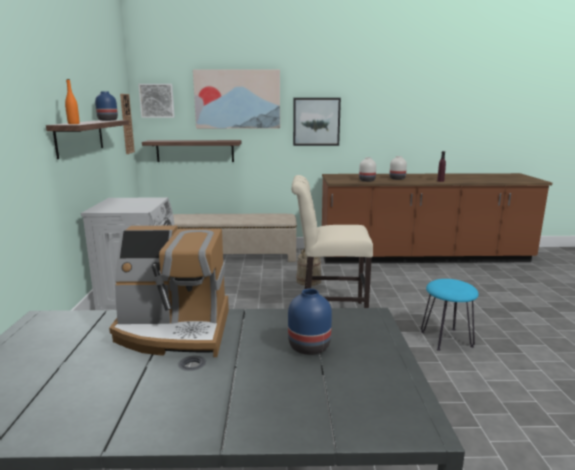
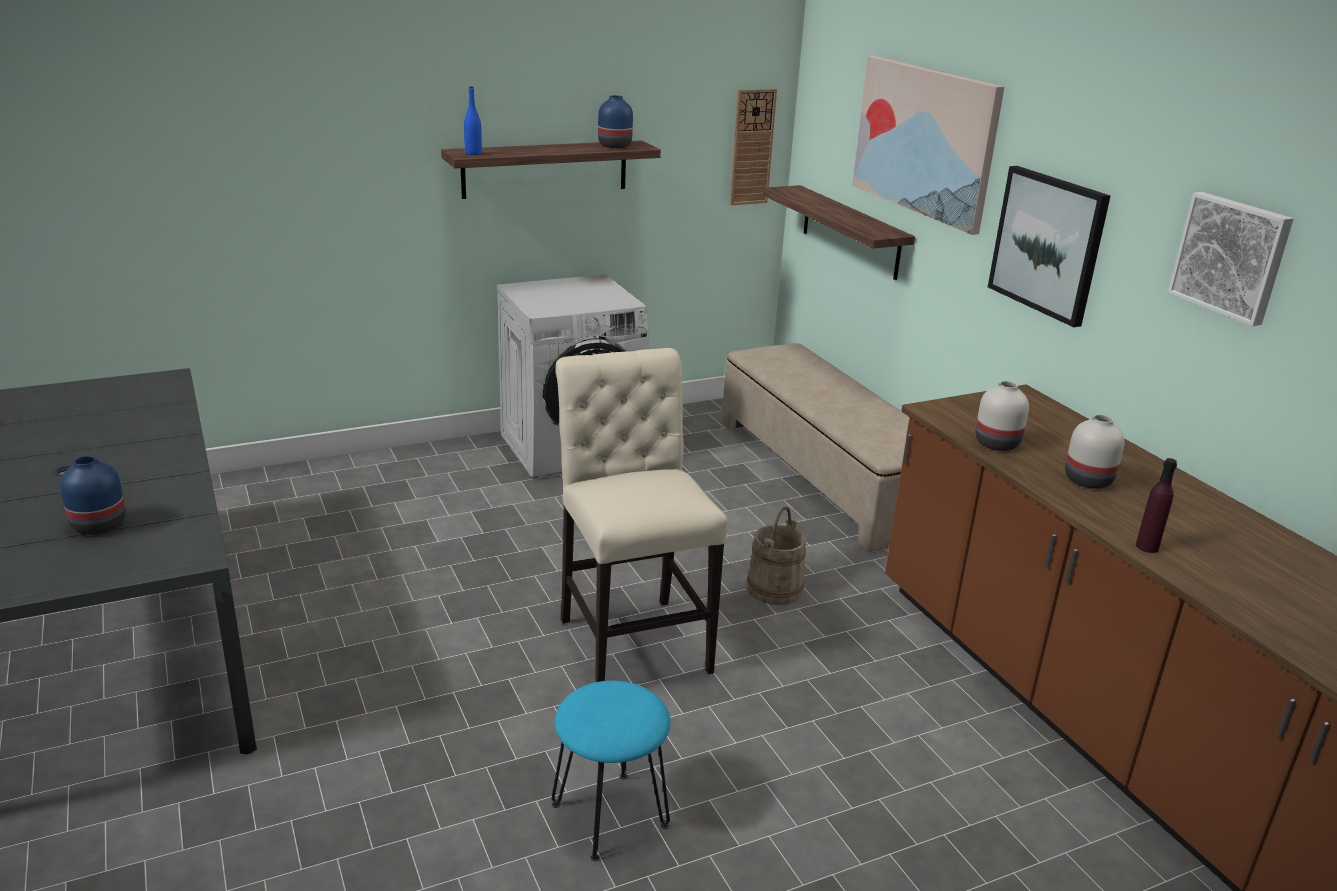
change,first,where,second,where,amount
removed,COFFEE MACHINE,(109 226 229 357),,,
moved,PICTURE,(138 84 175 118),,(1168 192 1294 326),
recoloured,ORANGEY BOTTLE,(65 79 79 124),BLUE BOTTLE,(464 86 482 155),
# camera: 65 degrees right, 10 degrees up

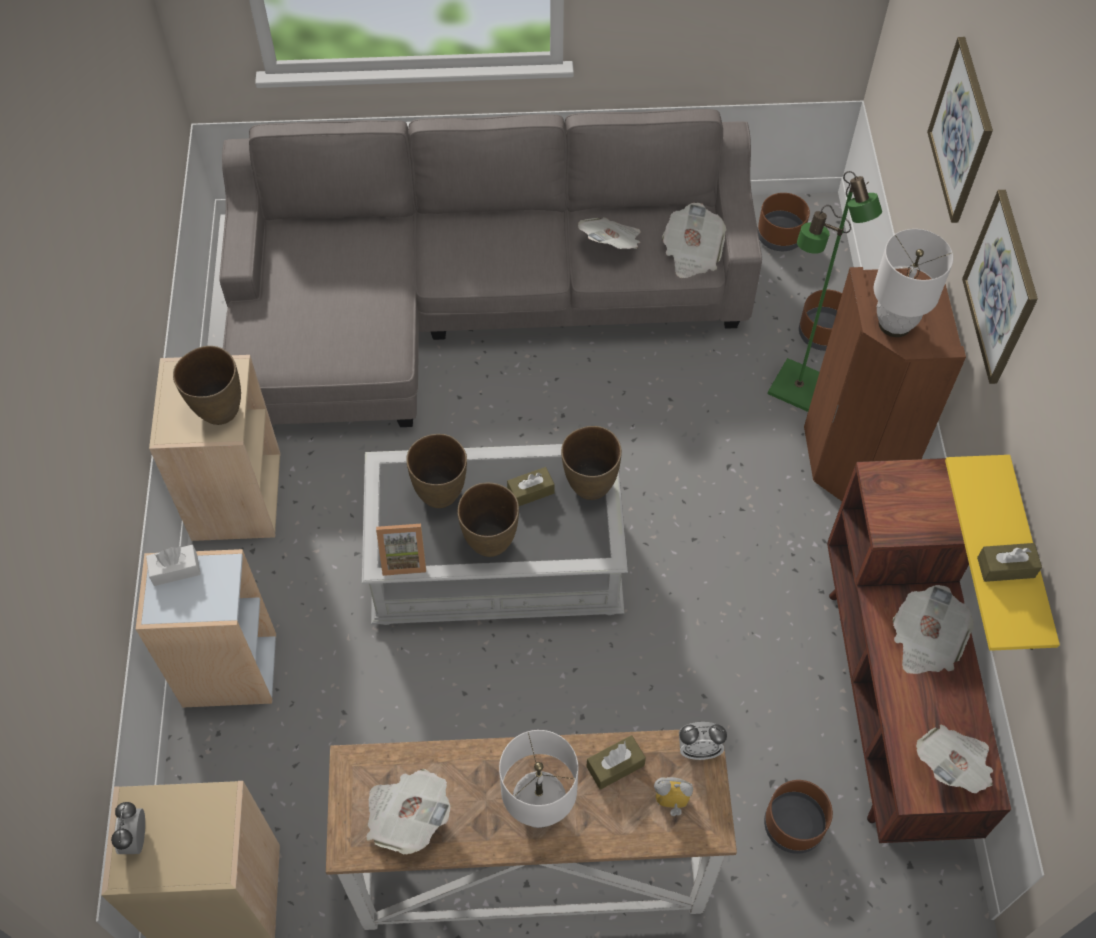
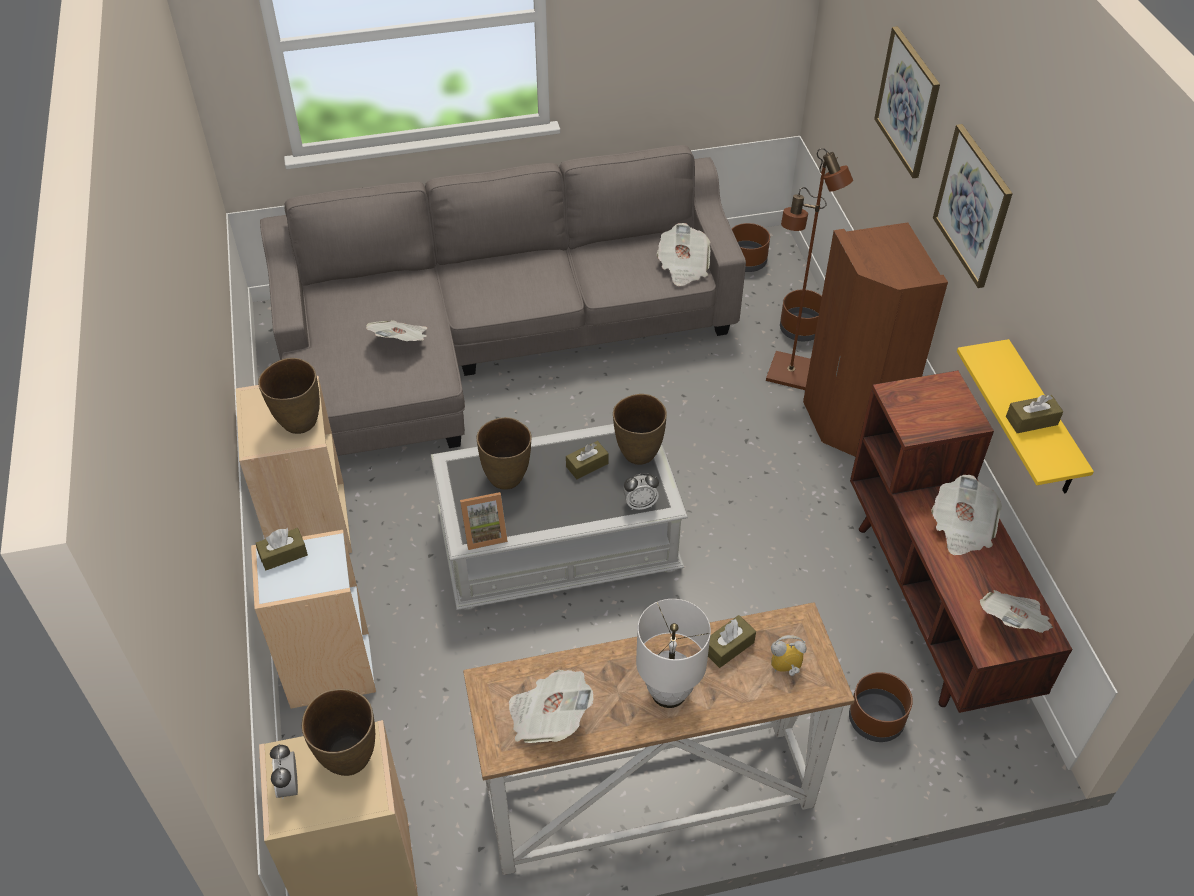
change,first,where,second,where,amount
removed,WHITISH LAMP FOR A TABLE,(874 229 953 337),,,
moved,BROWNISH FLOWER VASE,(458 483 519 557),,(302 689 375 776),
moved,NEWSPAPER,(578 217 641 249),,(366 320 427 341),
moved,ALARM CLOCK,(679 722 727 760),,(623 473 659 510),
recoloured,WHITISH TISSUE HOLDER,(146 545 201 586),BROWNISH TISSUE HOLDER,(256 528 308 570),
recoloured,GREEN-COLOURED STANDARD LAMP,(768 171 882 412),BROWNISH STANDARD LAMP,(766 148 853 390),
# camera: 10 degrees left, 10 degrees down

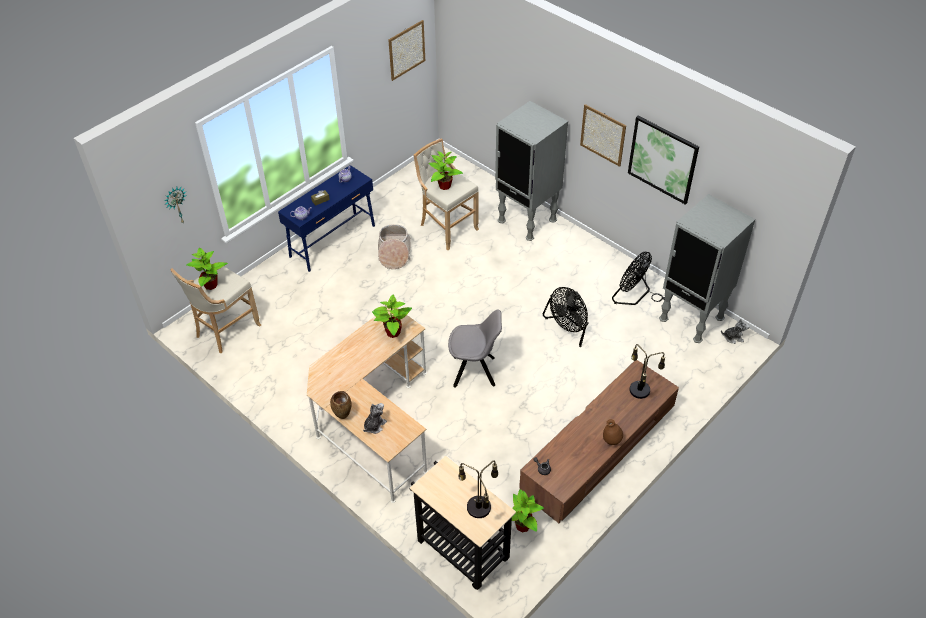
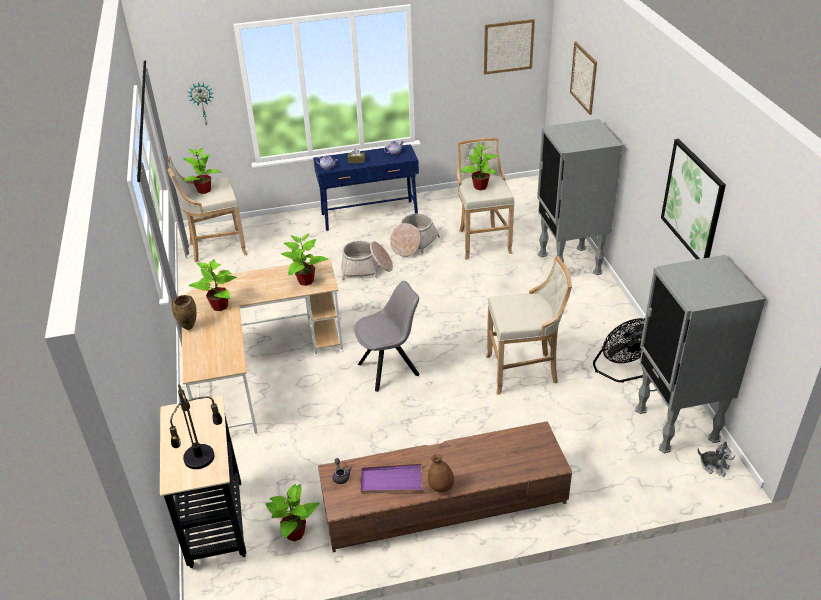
change,first,where,second,where,amount
removed,CUDDLY TOY,(363 403 387 434),,,
removed,LAMP FOR A TABLE,(629 344 665 399),,,
added,,,POTTED PLANT,(188 259 237 311),
added,,,HOUSEHOLD BASKET,(341 241 393 280),
added,,,PURPLISH CARRYING TRAY,(361 463 422 494),
moved,PICTURE,(580 104 626 167),,(570 41 597 115),
replaced,BLACK COOLING FAN,(543 287 588 347),SAND-COLOURED SITTING STOOL,(486 257 572 395),
turned,GREYISH UPRIGHT CHAIR,(448 309 502 387),,(355 281 420 392),60 degrees counterclockwise
# camera: 35 degrees right, 10 degrees down

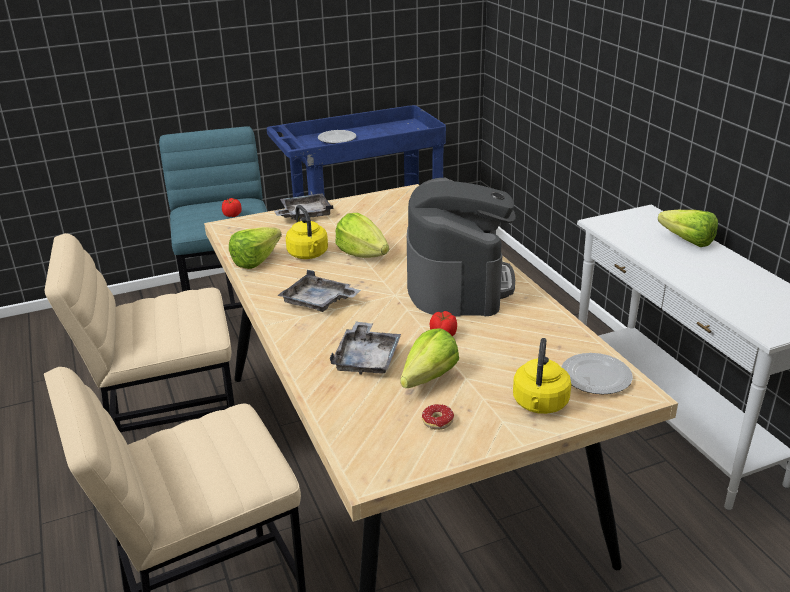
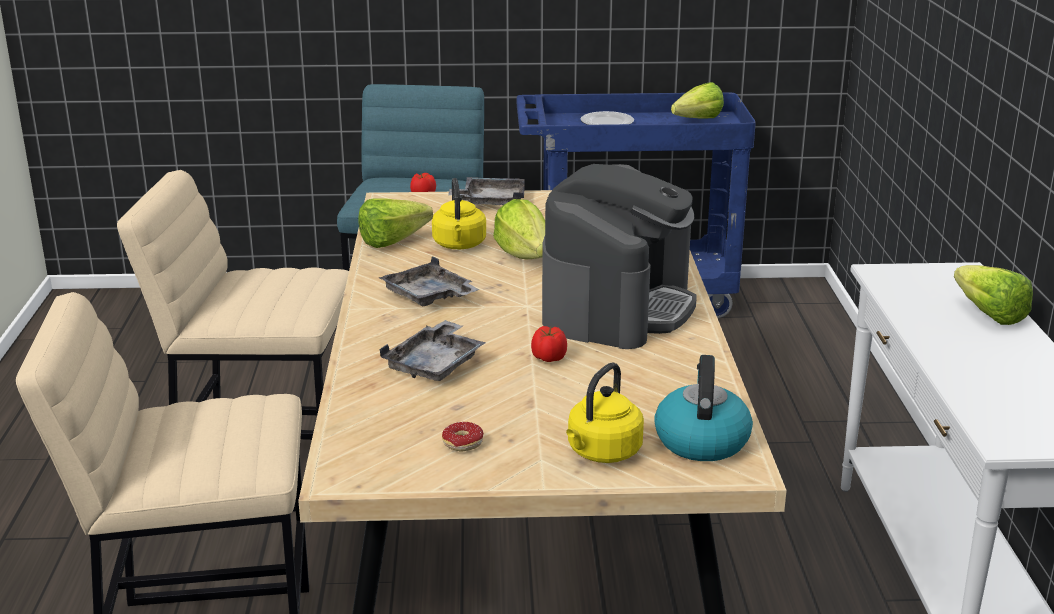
change,first,where,second,where,amount
moved,HEAD OF LETTUCE,(400 328 459 388),,(671 82 724 119),
replaced,DINNER PLATE,(562 353 633 394),TEA KETTLE,(654 355 753 461),
# camera: 20 degrees right, 5 degrees down

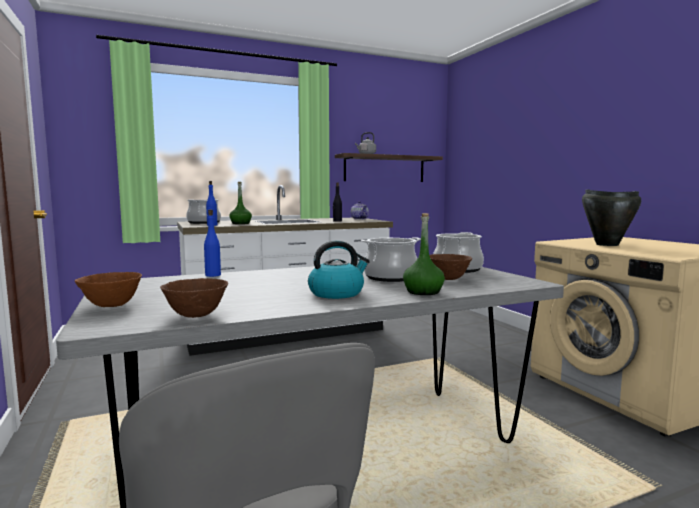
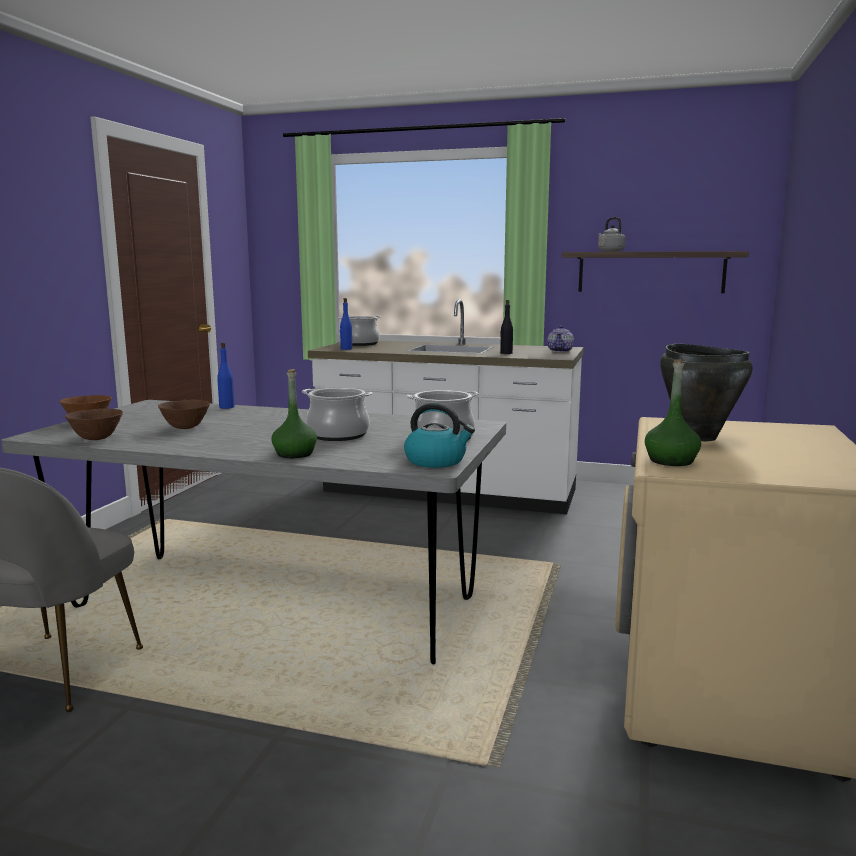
change,first,where,second,where,amount
moved,GREEN-COLOURED BOTTLE,(229 182 252 224),,(645 359 701 466),
moved,TEA KETTLE,(308 241 370 299),,(404 403 475 468),
moved,BROWNISH BOWL,(429 254 472 280),,(158 400 210 429),
# camera: 40 degrees right, 5 degrees up

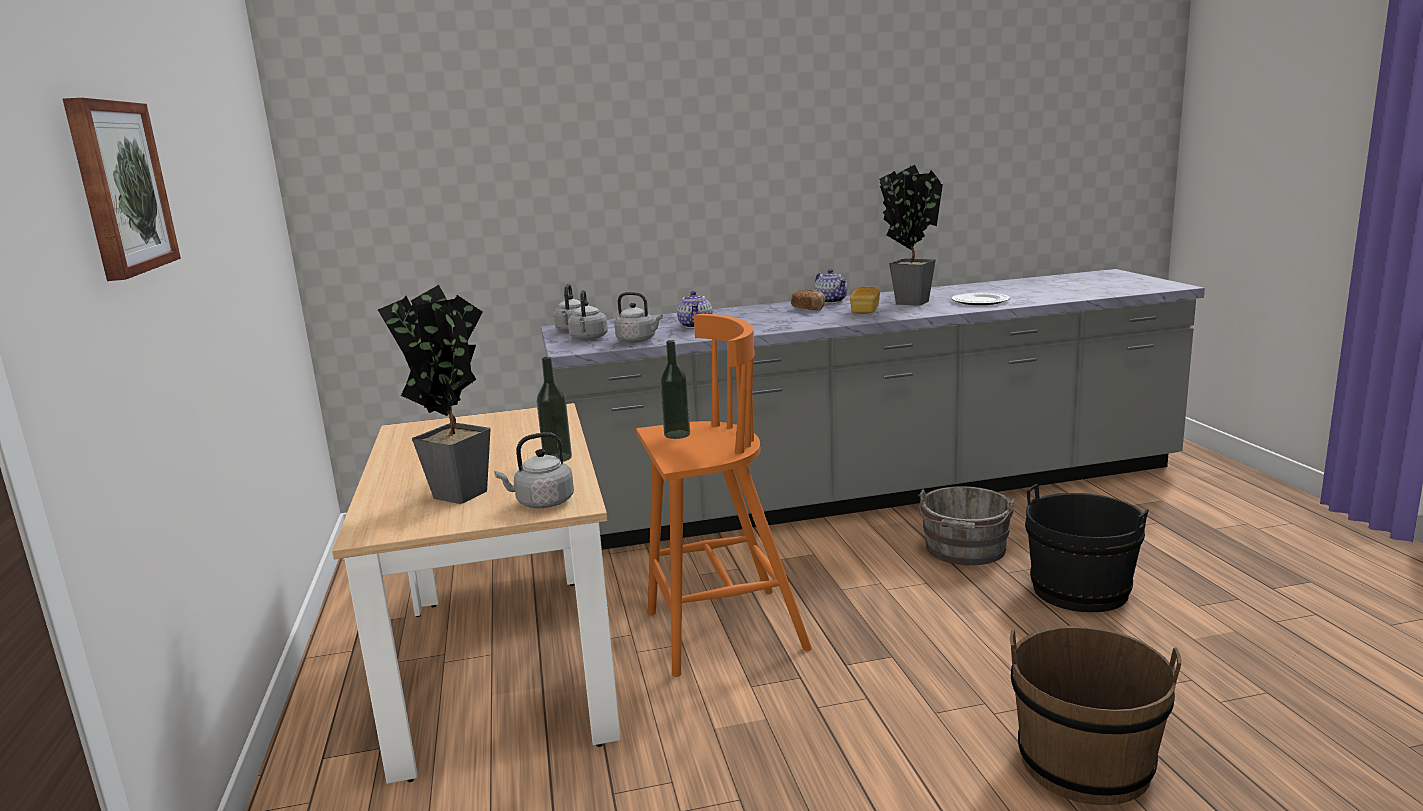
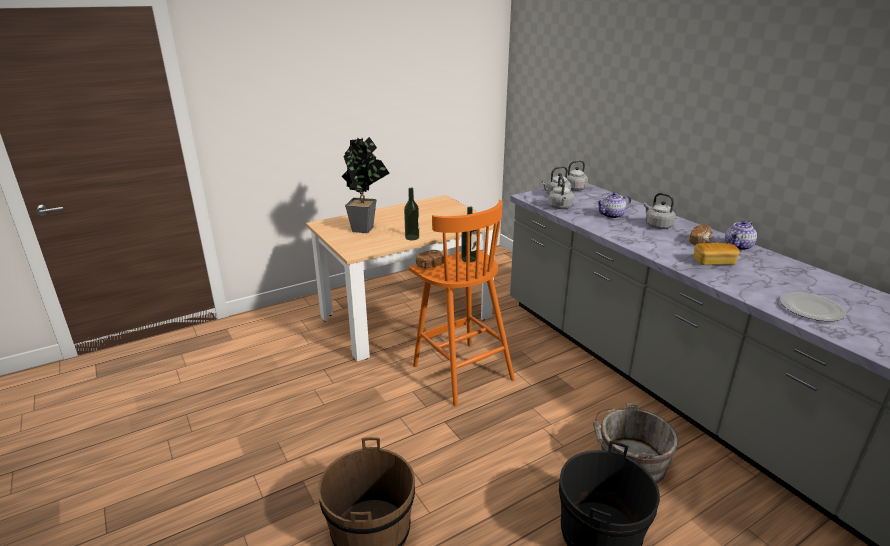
change,first,where,second,where,amount
removed,PICTURE,(63 98 181 281),,,
removed,POTTED PLANT,(879 165 943 306),,,
added,,,BREAD,(416 250 444 269),
moved,GREYISH TEA KETTLE,(494 432 574 508),,(643 193 676 229),
# camera: 70 degrees right, 10 degrees up

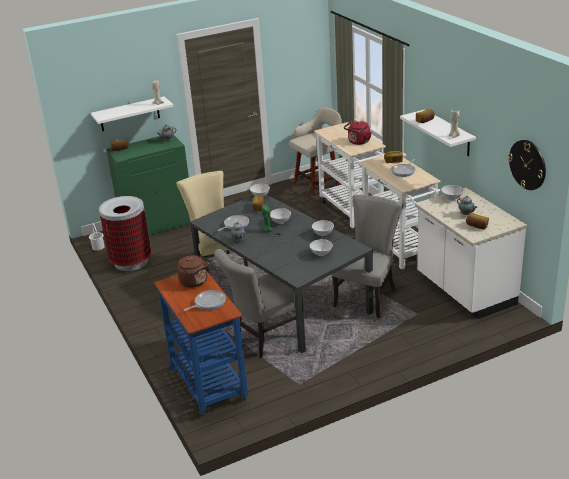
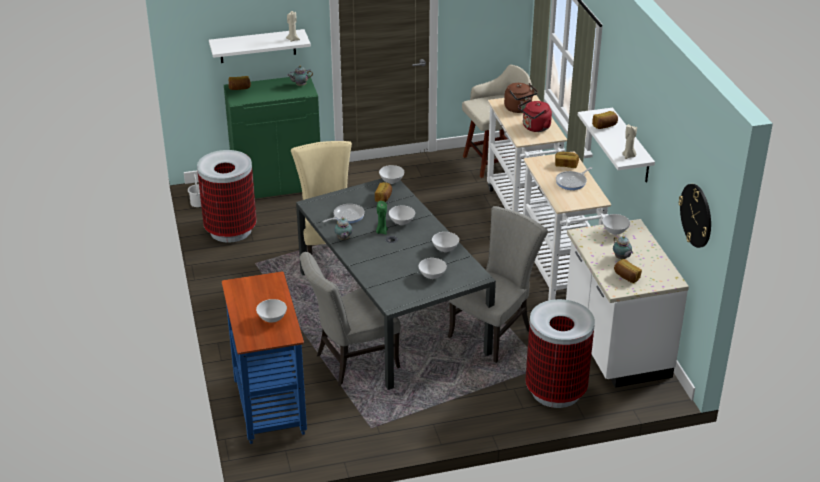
change,first,where,second,where,amount
added,,,TRASH CAN,(525 299 595 408),
moved,BROWNISH TEA KETTLE,(177 255 211 288),,(504 83 538 113),
replaced,SKILLET,(184 290 226 311),WHITISH BOWL,(256 299 287 323),
# camera: 10 degrees right, 5 degrees up

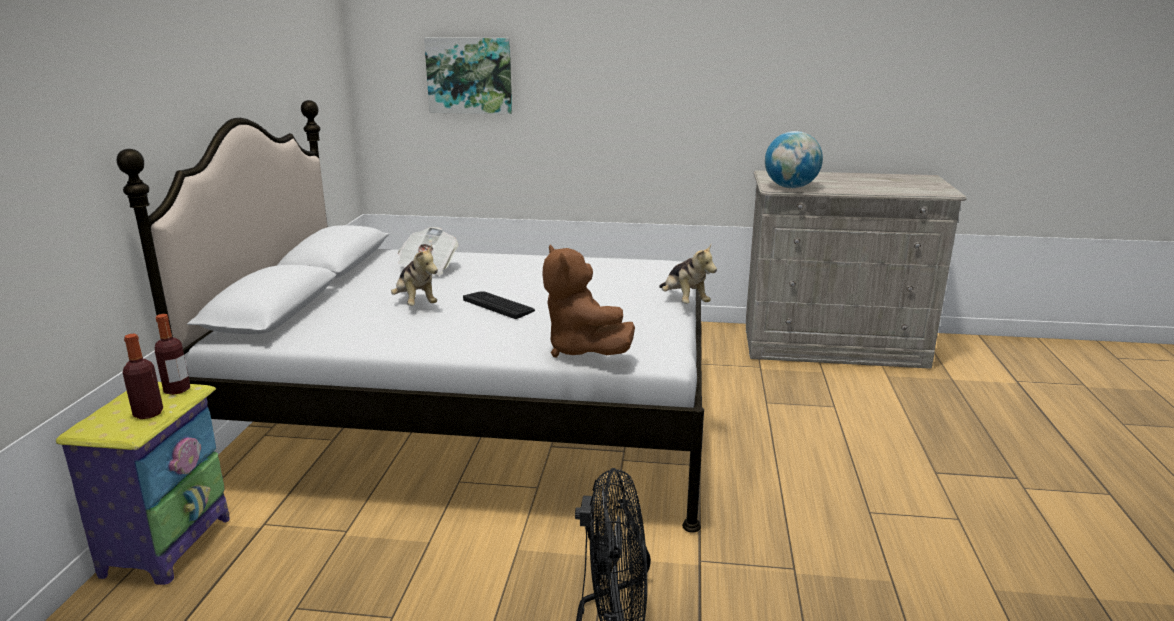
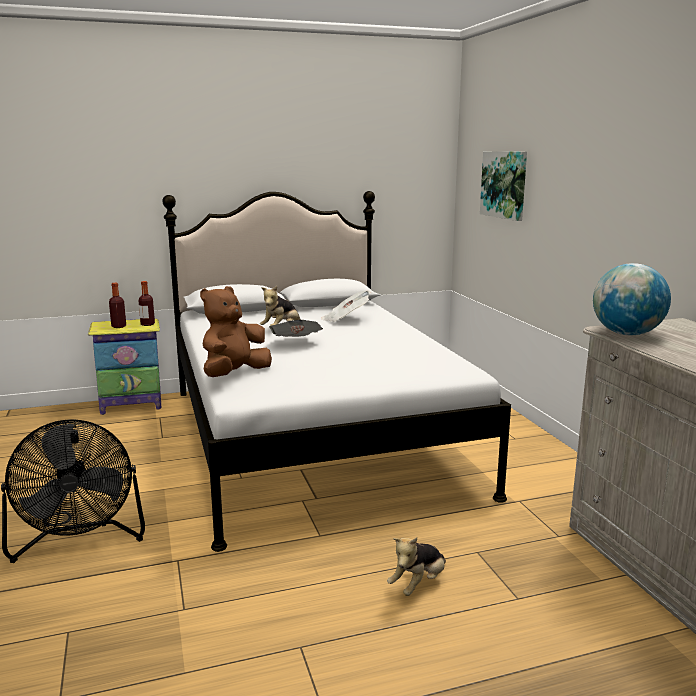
change,first,where,second,where,amount
moved,CUDDLY TOY,(659 244 717 304),,(387 538 446 596),
replaced,COMPUTER KEYBOARD,(463 292 535 319),NEWSPAPER,(269 320 323 337),
# camera: 65 degrees right, 5 degrees down

